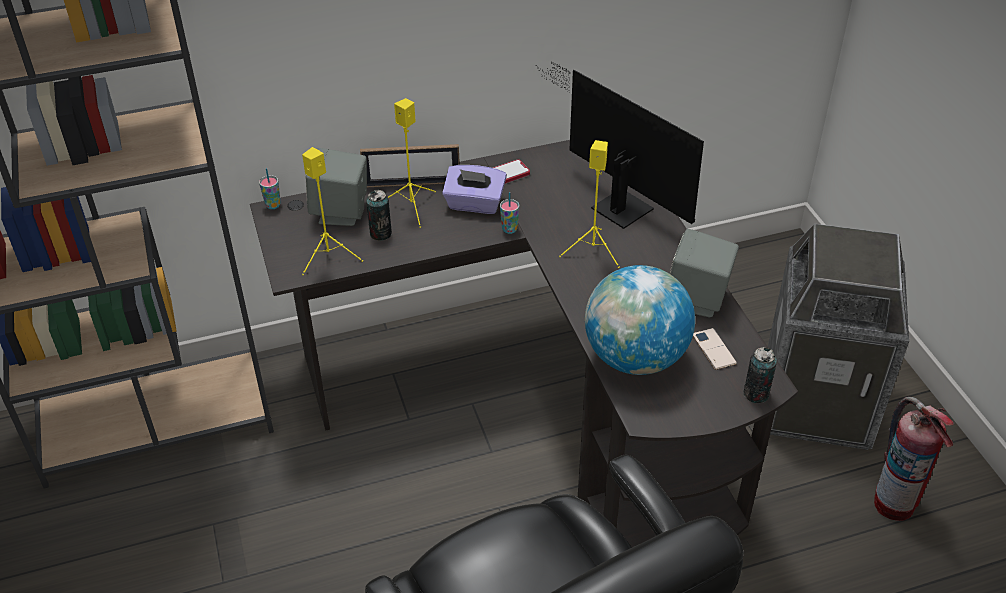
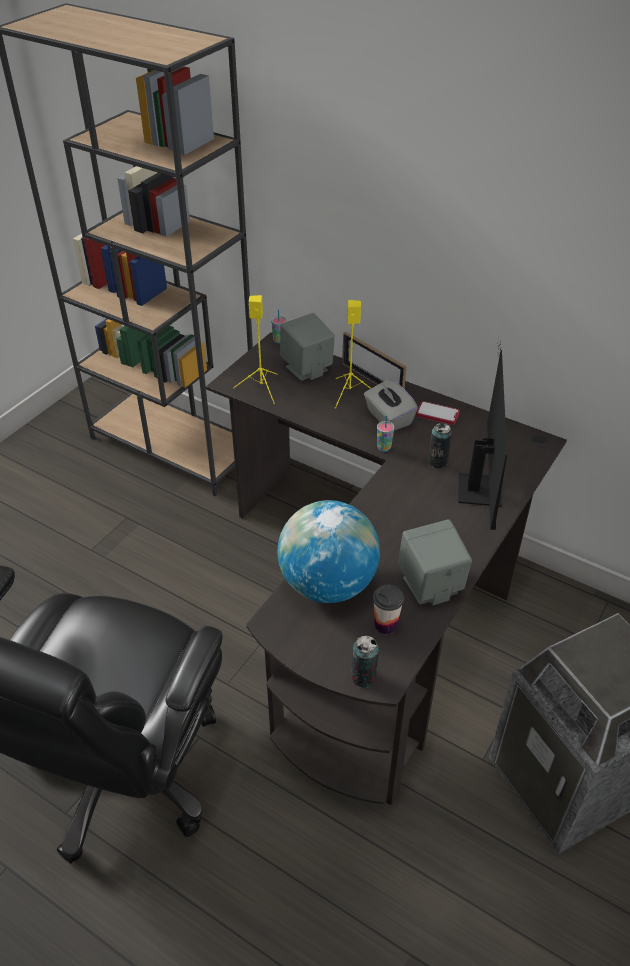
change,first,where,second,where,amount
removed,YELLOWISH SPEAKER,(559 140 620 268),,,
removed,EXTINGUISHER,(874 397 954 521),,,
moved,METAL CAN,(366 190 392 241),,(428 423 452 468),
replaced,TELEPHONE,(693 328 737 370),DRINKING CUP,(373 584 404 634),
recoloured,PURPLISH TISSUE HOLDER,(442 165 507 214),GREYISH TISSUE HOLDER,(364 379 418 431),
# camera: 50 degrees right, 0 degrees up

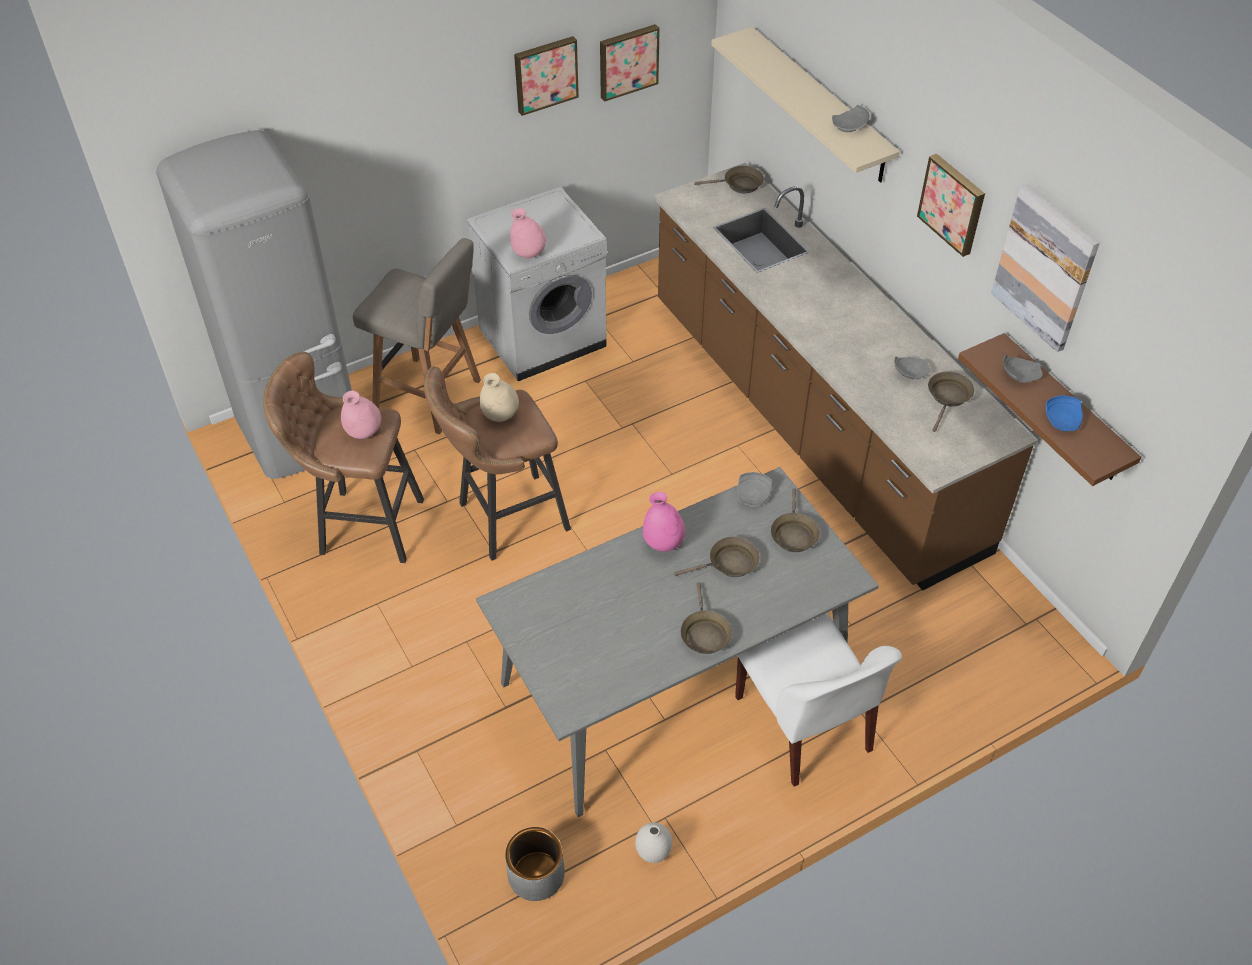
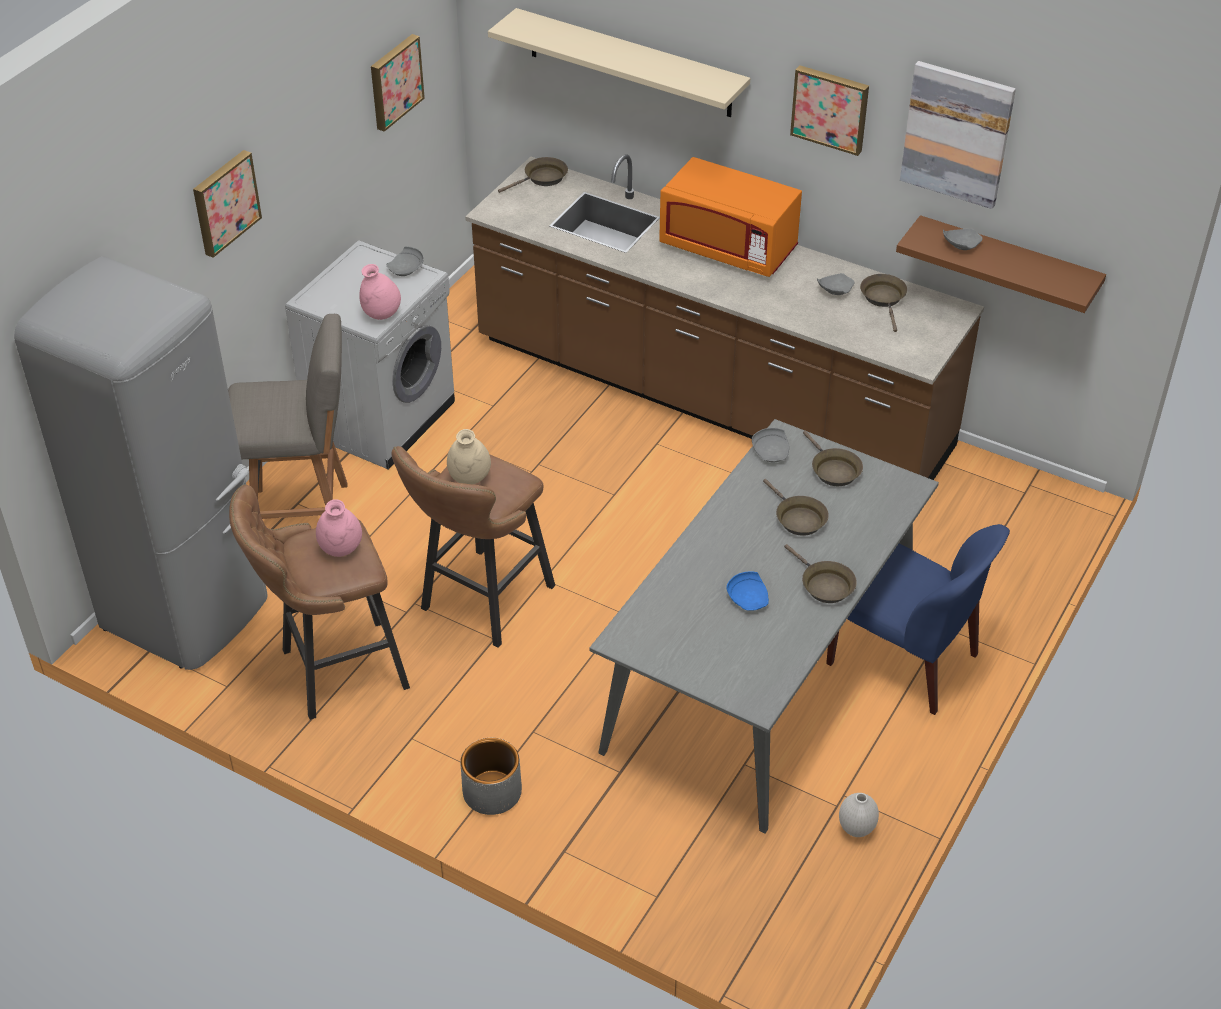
change,first,where,second,where,amount
removed,PINKISH FLOWER VASE,(643 492 685 552),,,
added,,,ORANGEY KITCHEN MICROWAVE,(659 157 802 277),
moved,GREYISH FLOWER POT,(505 827 565 901),,(460 738 522 815),
moved,PICTURE,(514 36 579 116),,(193 150 262 258),
moved,GREYISH DINNER PLATE,(832 105 870 132),,(386 246 424 276),
moved,BLUE DINNER PLATE,(1046 395 1083 431),,(726 571 769 611),
recoloured,WHITISH UPRIGHT CHAIR,(735 613 902 786),BLUE UPRIGHT CHAIR,(826 524 1010 715),
turned,BROWNISH SKILLET,(674 537 760 577),,(763 479 829 536),105 degrees clockwise
# camera: 30 degrees left, 5 degrees down

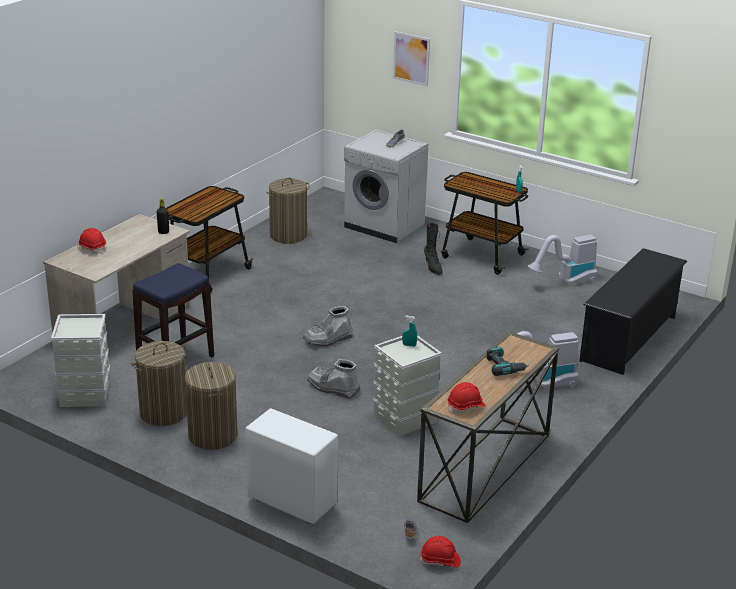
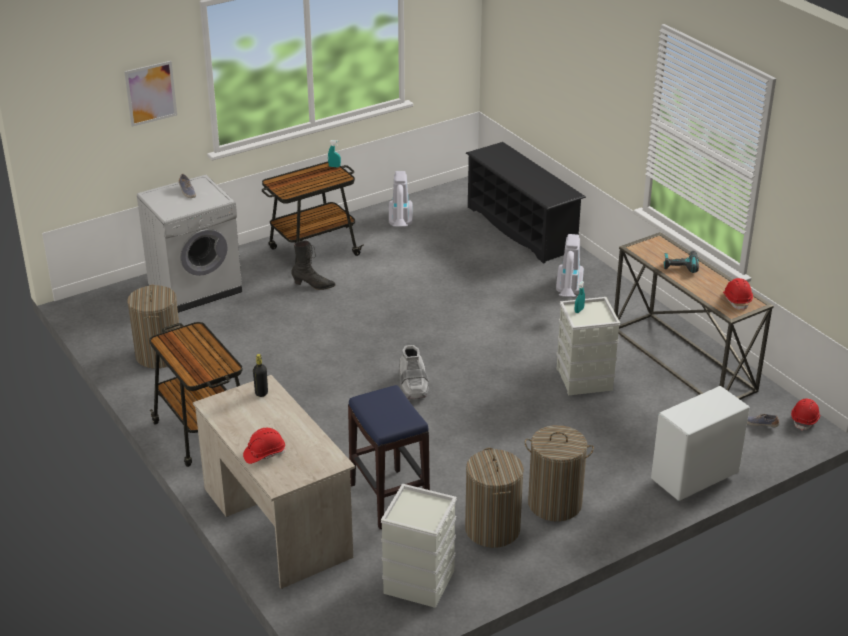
change,first,where,second,where,amount
removed,GREYISH TALL BOOT,(307 359 360 399),,,
# camera: 65 degrees left, 5 degrees up

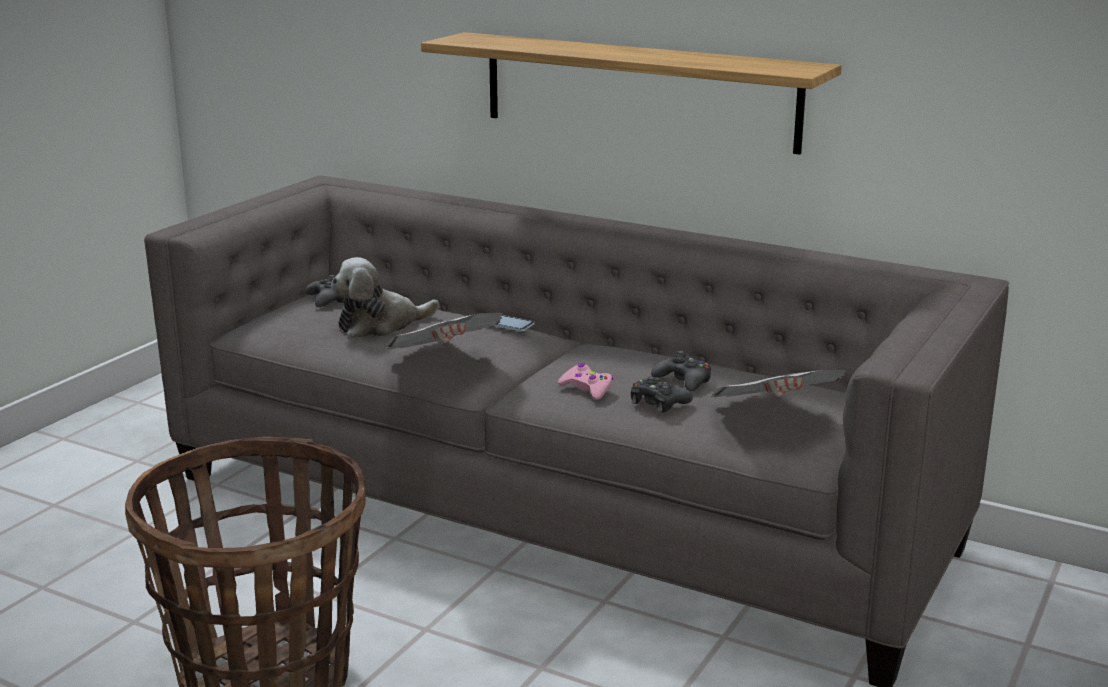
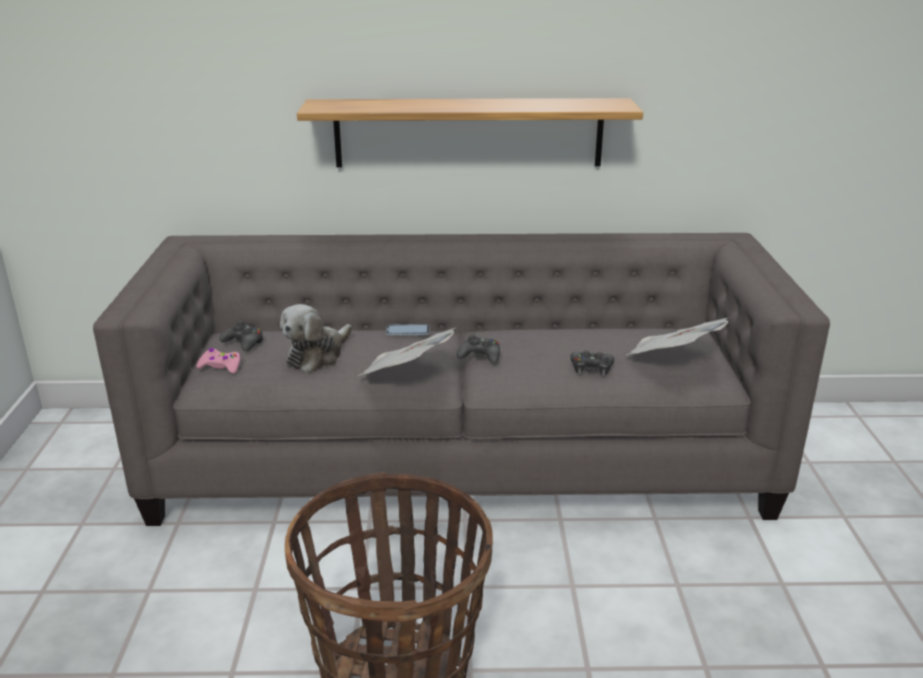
change,first,where,second,where,amount
moved,PINKISH GAMEPAD,(558 363 613 400),,(196 348 241 374),
moved,BLACK GAMEPAD,(651 351 711 391),,(457 334 500 364),
# camera: 30 degrees left, 5 degrees up

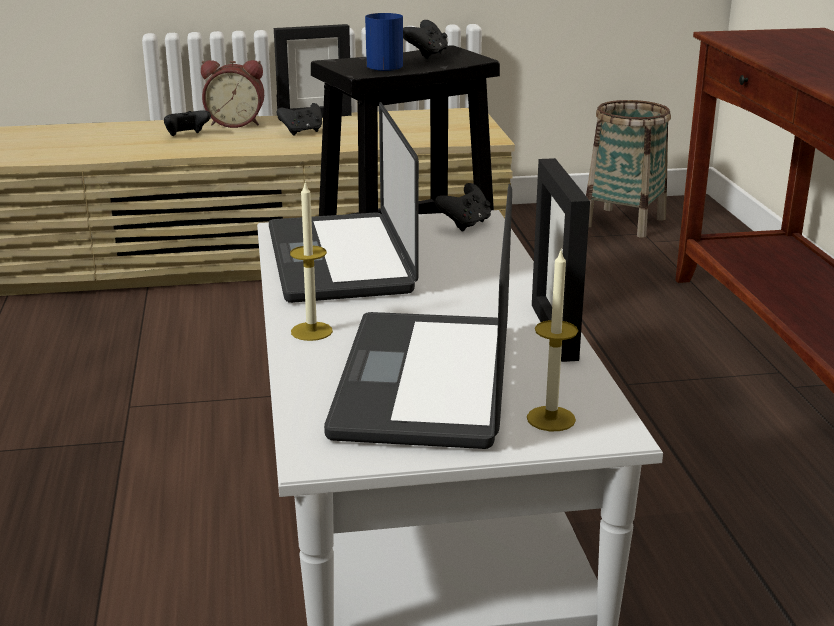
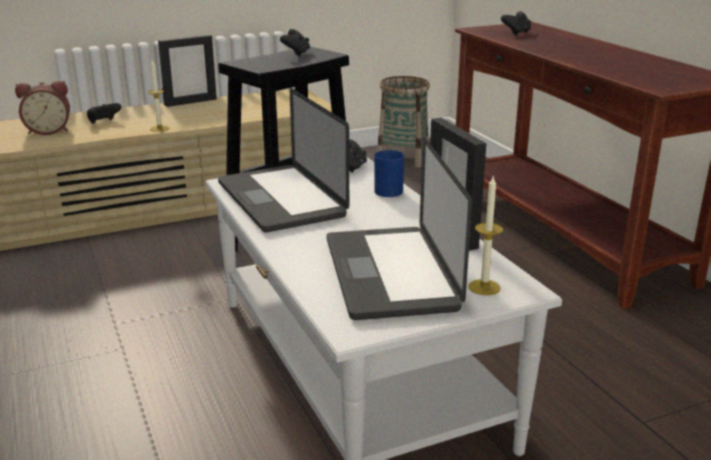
change,first,where,second,where,amount
moved,ALARM CLOCK,(201 60 264 128),,(15 81 70 135),
moved,BLACK GAMEPAD,(276 103 322 136),,(501 11 531 35),
moved,CANDLE,(290 181 333 341),,(148 59 169 132),
moved,BLUE MUG,(365 13 403 71),,(374 150 404 197),
# camera: 15 degrees left, 0 degrees up

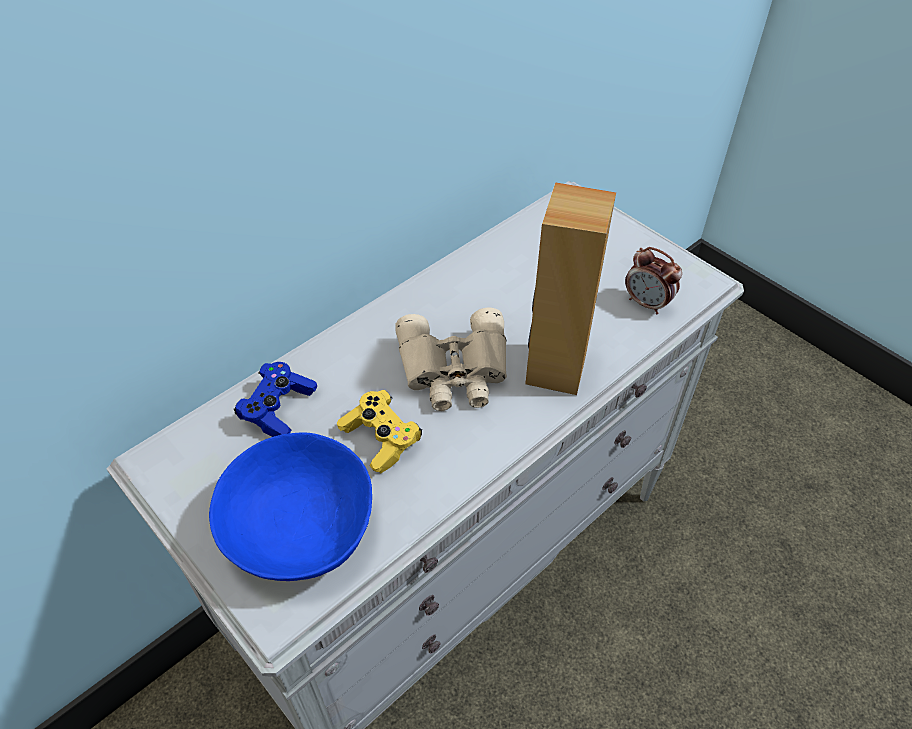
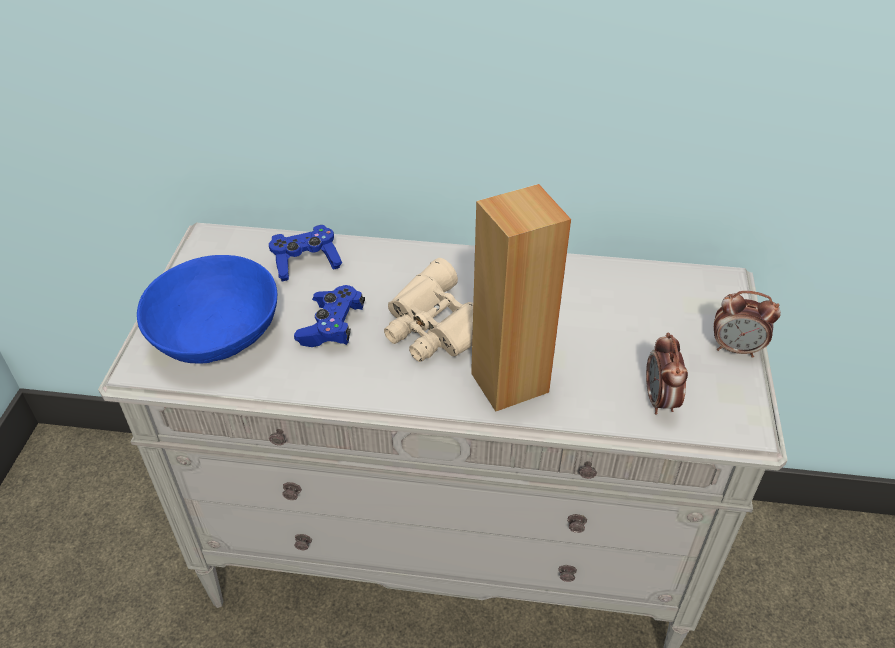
change,first,where,second,where,amount
added,,,ALARM CLOCK,(714 291 781 358),
recoloured,YELLOWISH GAMEPAD,(337 390 422 473),BLUE GAMEPAD,(294 285 365 347),
# camera: 50 degrees right, 5 degrees down

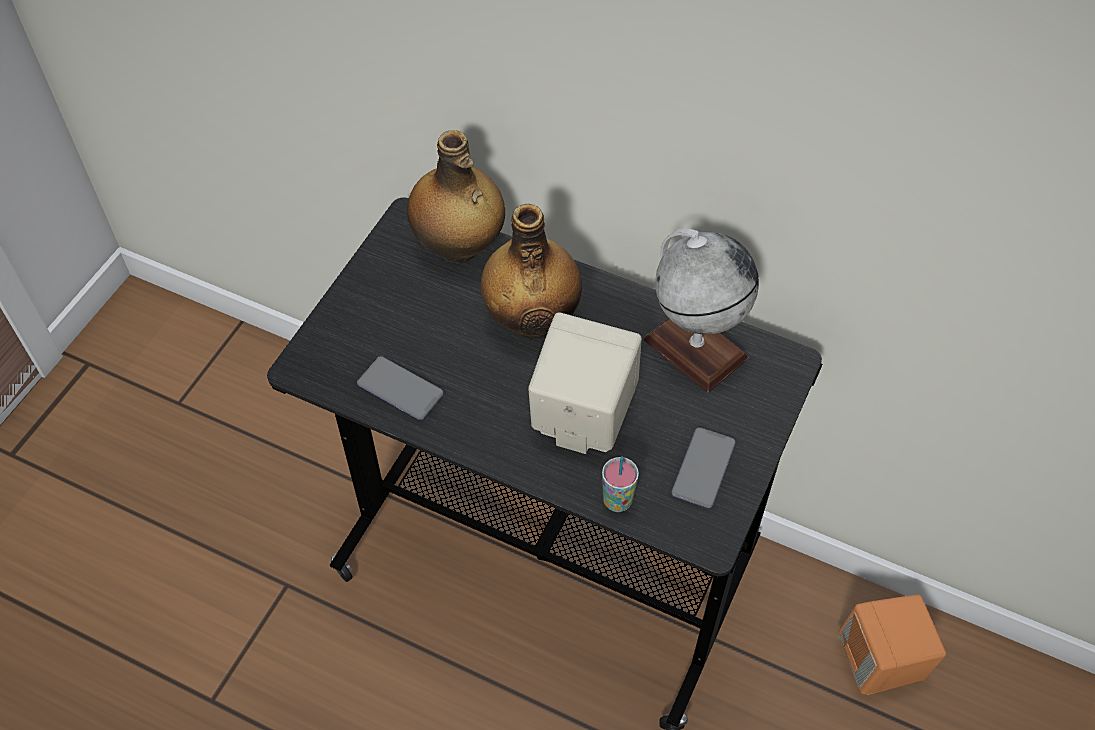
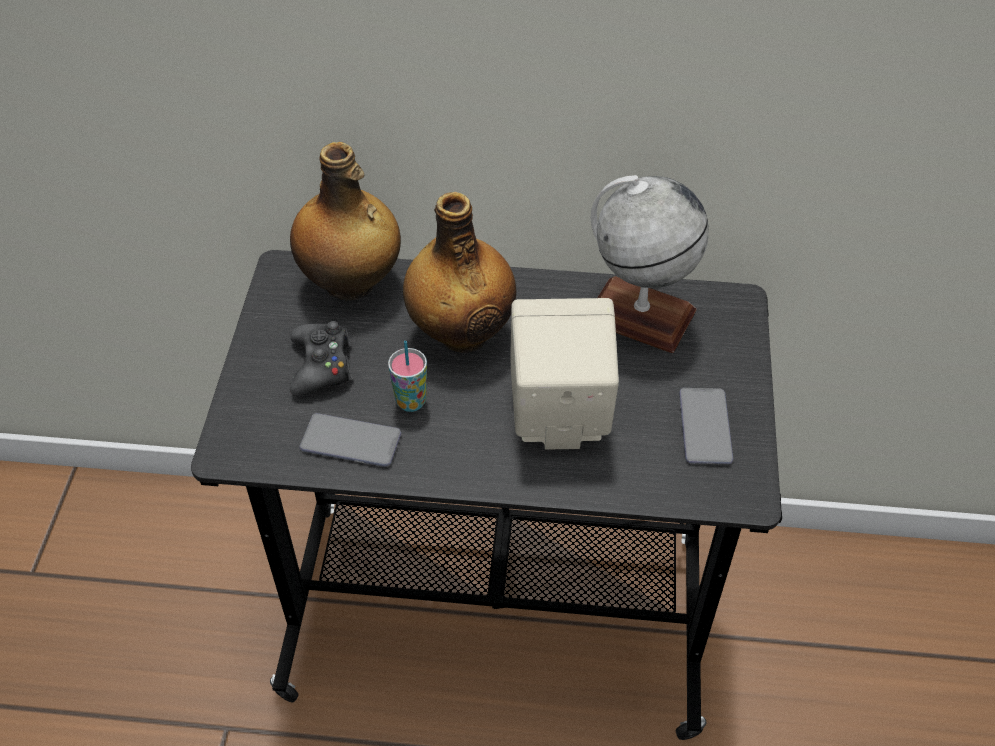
change,first,where,second,where,amount
removed,ORANGEY SPEAKER,(838 594 946 695),,,
added,,,BLACK GAMEPAD,(290 321 353 396),
moved,DRINKING CUP,(602 456 639 512),,(388 341 427 412),
# camera: 20 degrees left, 5 degrees down

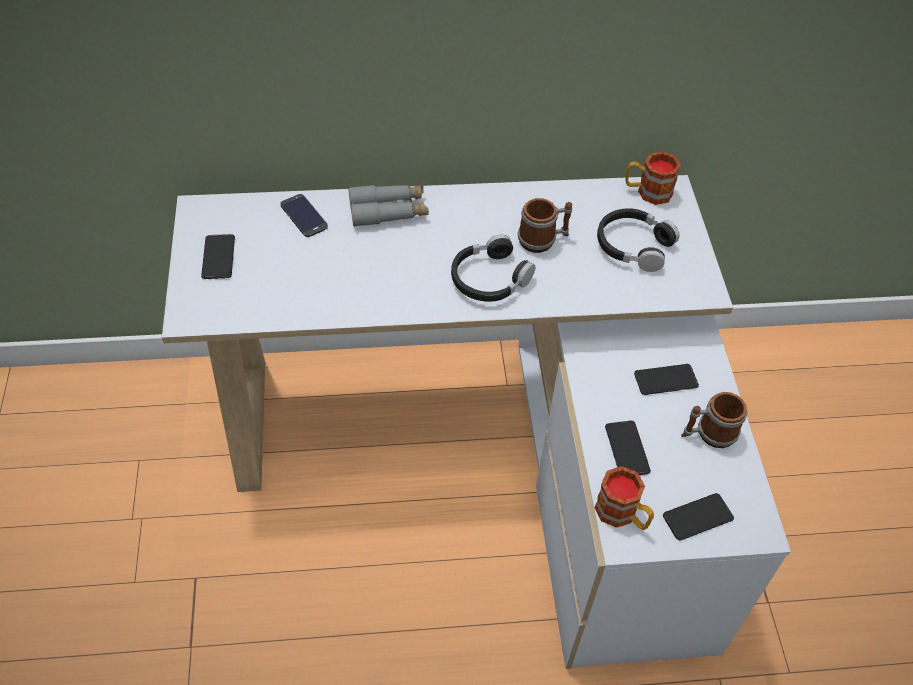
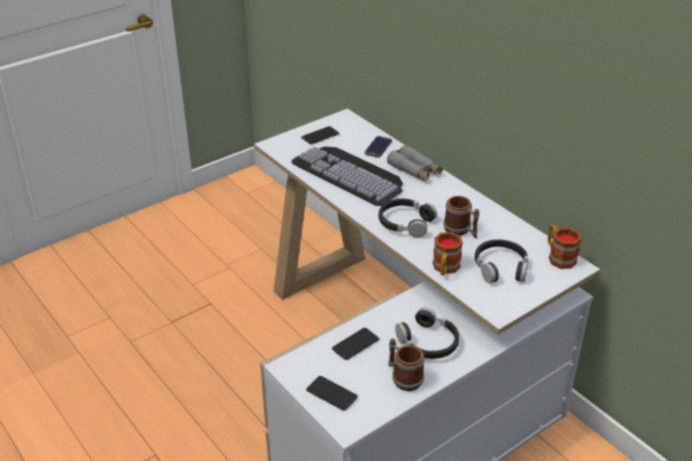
change,first,where,second,where,amount
added,,,COMPUTER KEYBOARD,(291 147 403 206),
moved,MUG,(594 466 654 530),,(433 232 463 276),
replaced,TELEPHONE,(634 364 699 395),BLACK HEADSET,(395 307 459 359),
# camera: 60 degrees right, 15 degrees down

